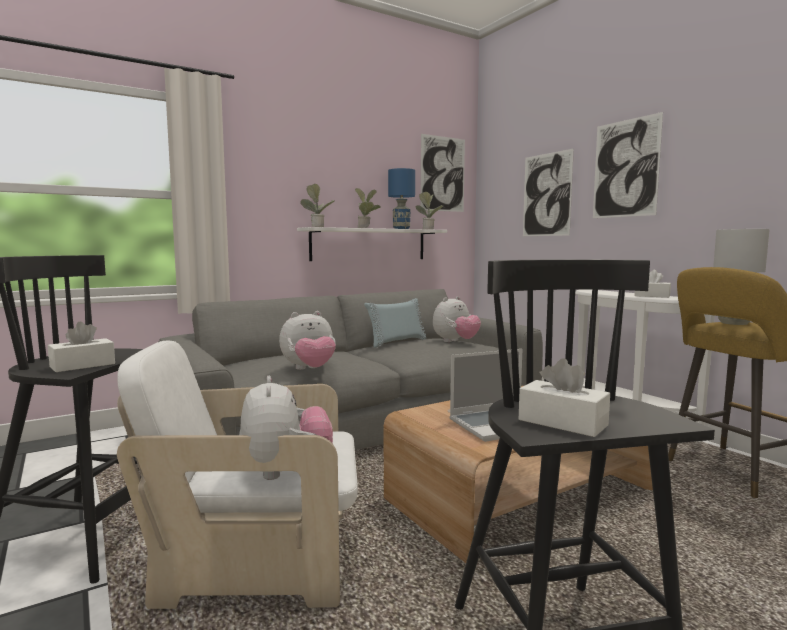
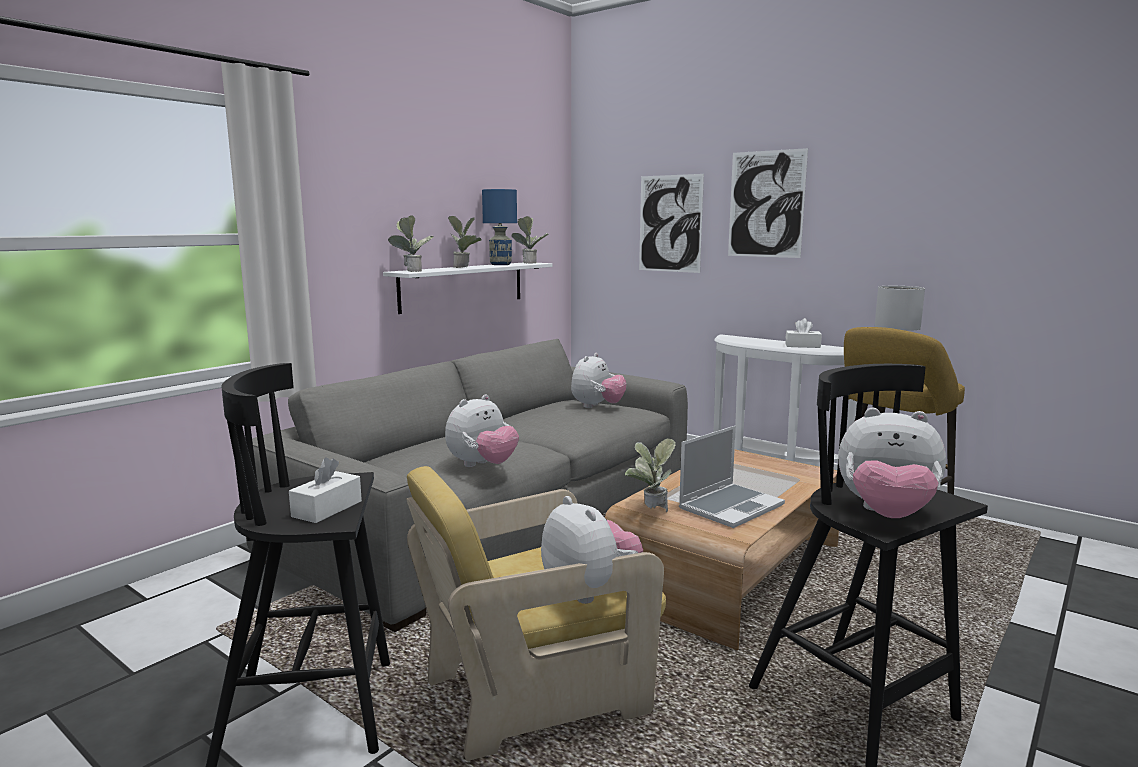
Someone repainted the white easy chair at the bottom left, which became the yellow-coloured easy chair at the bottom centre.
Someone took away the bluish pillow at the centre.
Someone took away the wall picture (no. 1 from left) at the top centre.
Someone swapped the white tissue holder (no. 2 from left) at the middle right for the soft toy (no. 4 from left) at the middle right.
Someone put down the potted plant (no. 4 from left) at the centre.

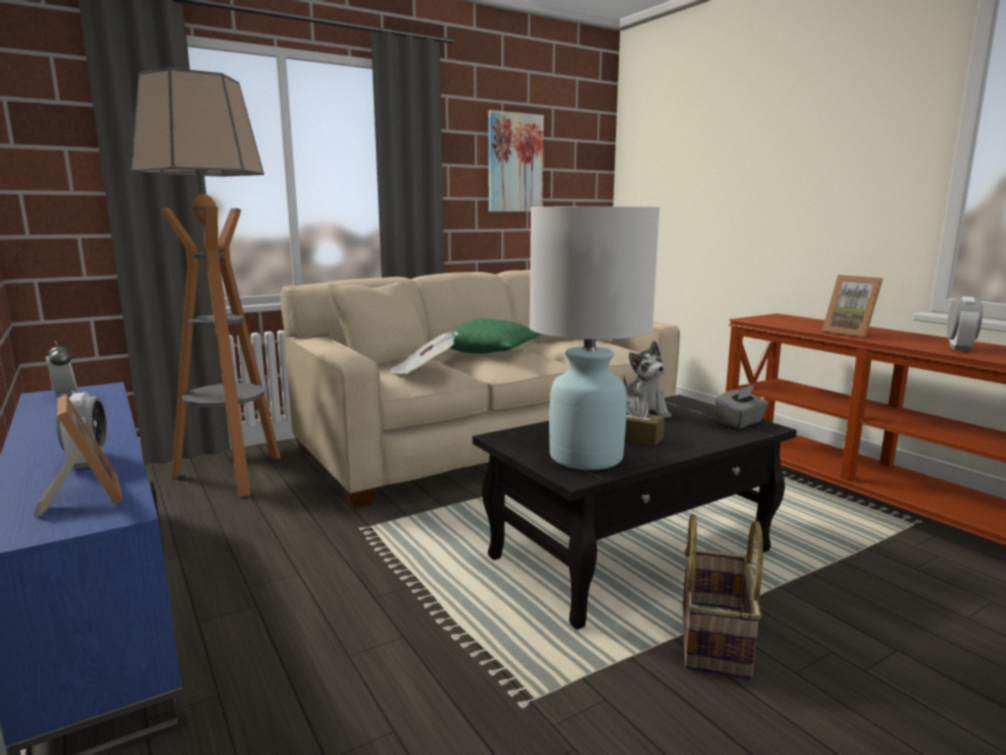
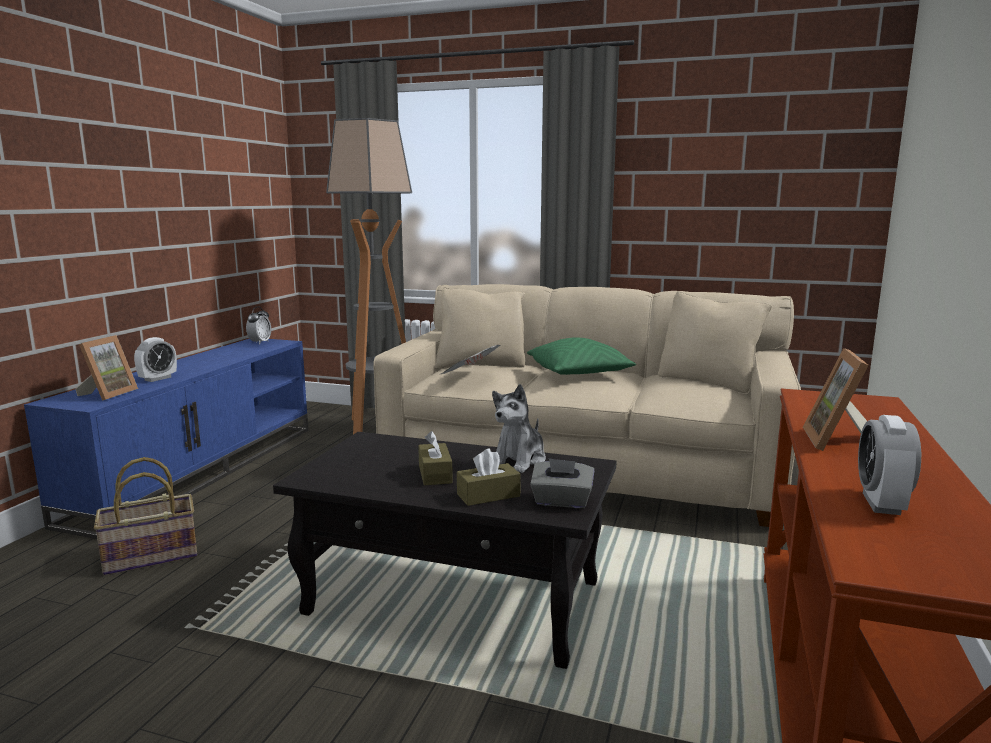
Someone took away the wall picture at the top centre.
Someone took away the white table lamp at the centre.
Someone carried the storage basket from the bottom right to the bottom left.
Someone rotated the alarm clock (no. 3 from left) at the middle right by 120 degrees clockwise.
Someone put down the brown-coloured tissue holder (no. 2 from left) at the centre.

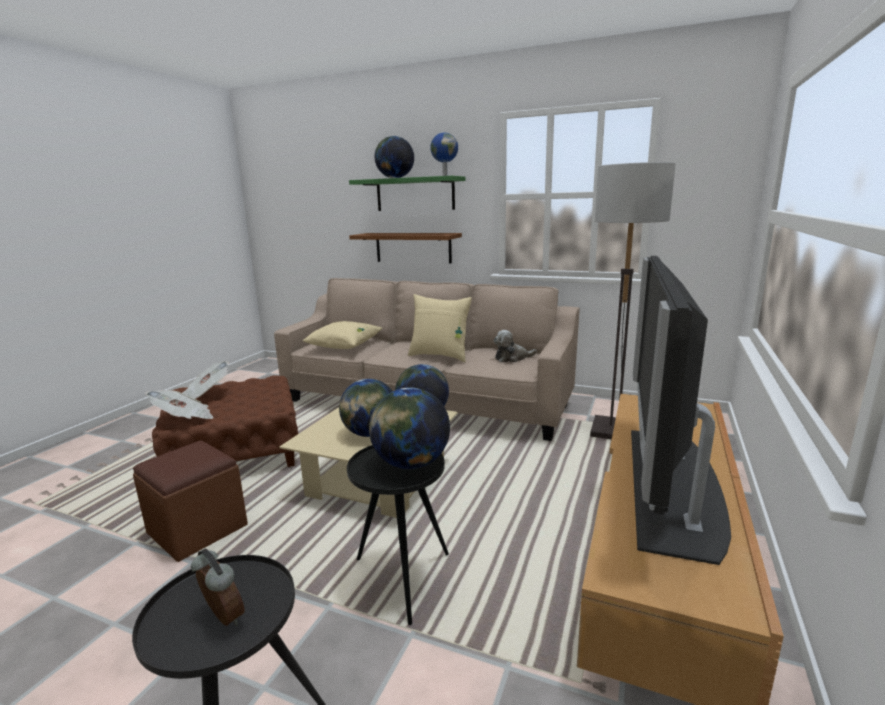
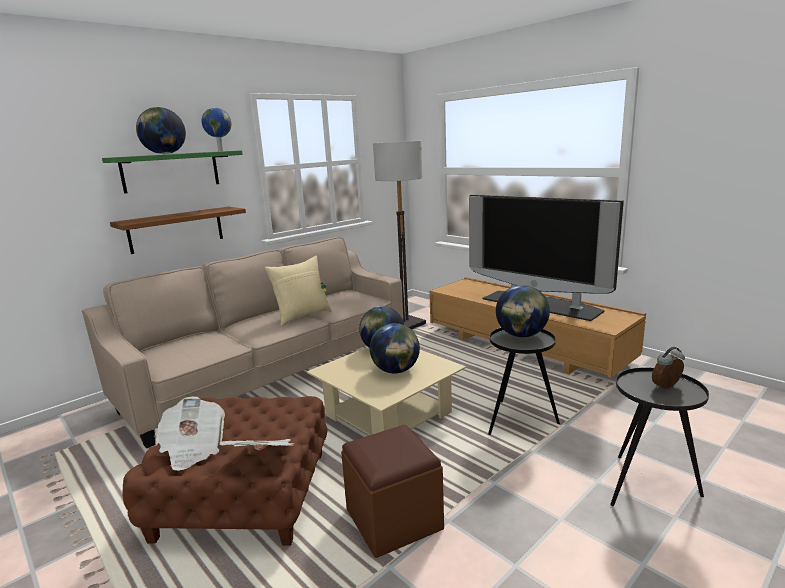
Someone took away the beige pillow (no. 1 from left) at the centre.
Someone took away the soft toy at the centre.

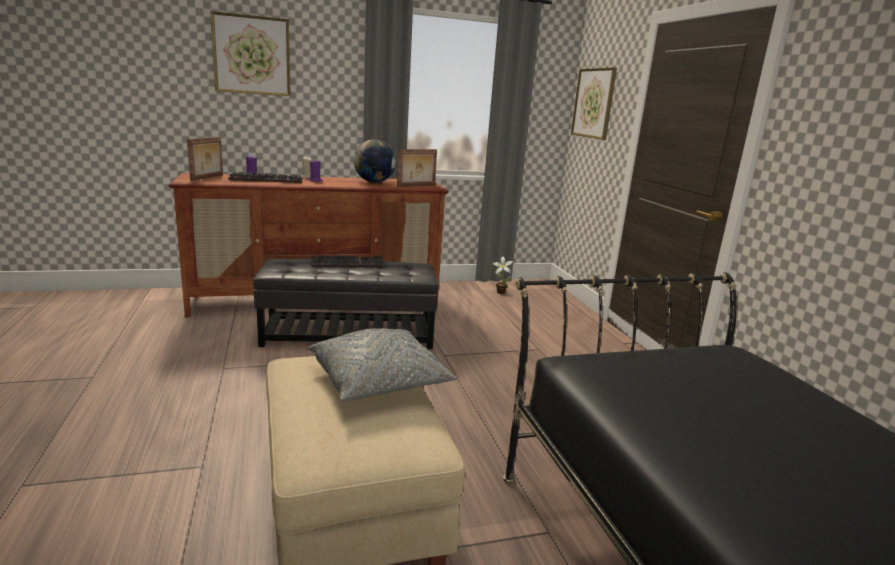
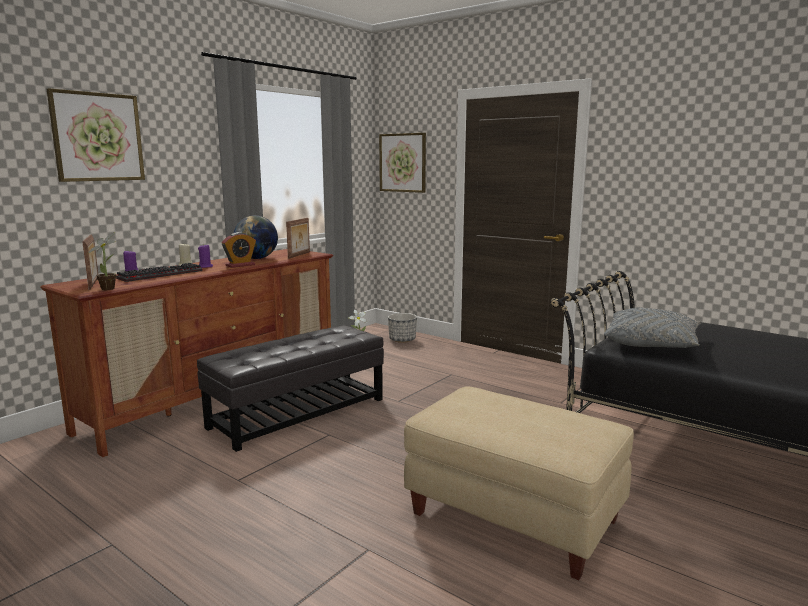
Someone carried the greyish pillow from the centre to the middle right.
Someone took away the computer keyboard (no. 2 from left) at the centre.
Someone put down the potted plant (no. 1 from left) at the middle left.
Someone put down the alarm clock at the middle left.
Someone put down the plant pot at the centre.

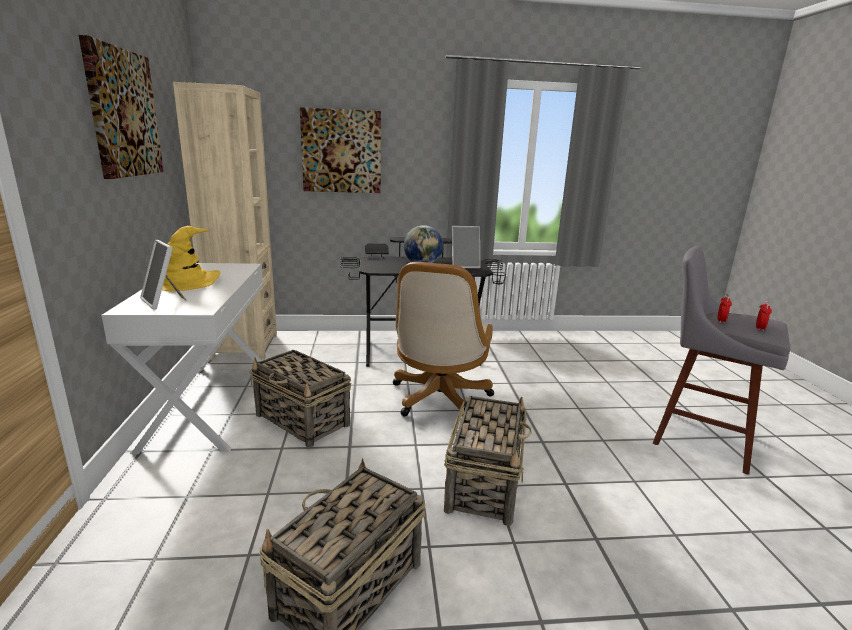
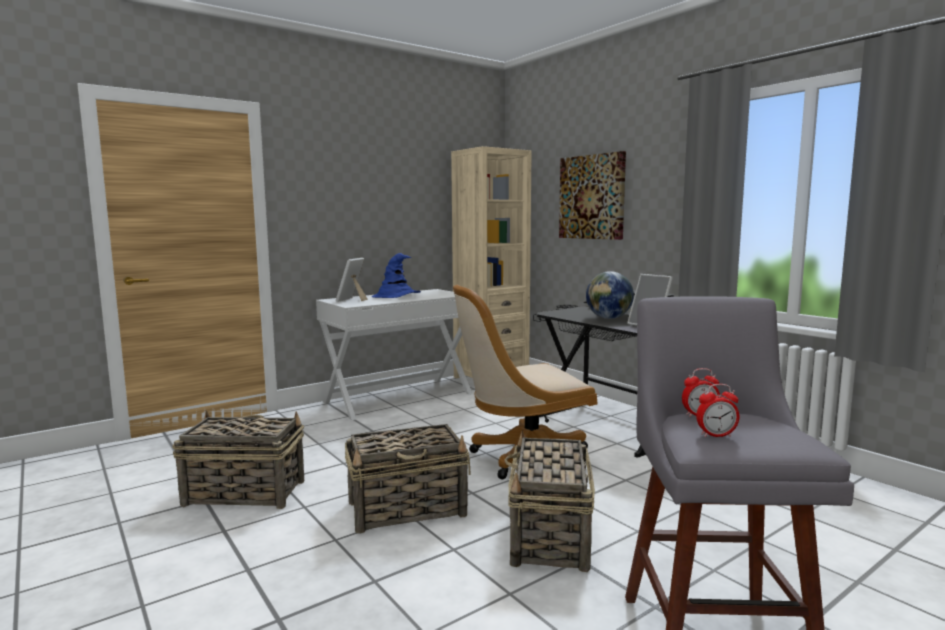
Someone took away the wall picture (no. 1 from left) at the top left.
Someone repainted the yellow-coloured clothing hat at the middle left, which became the bluish clothing hat at the centre.
Someone carried the storage basket (no. 1 from left in the first image) from the centre to the bottom centre.

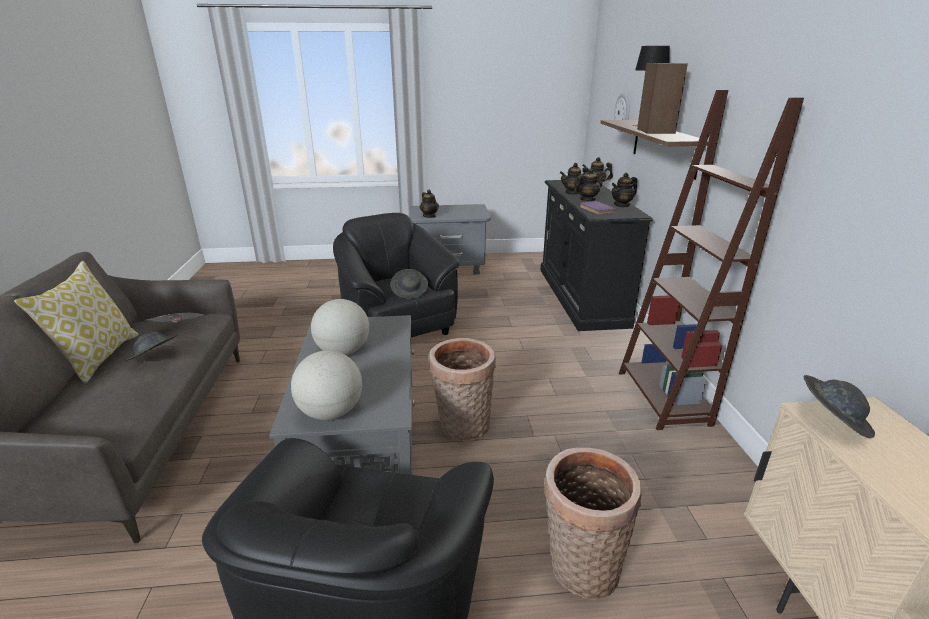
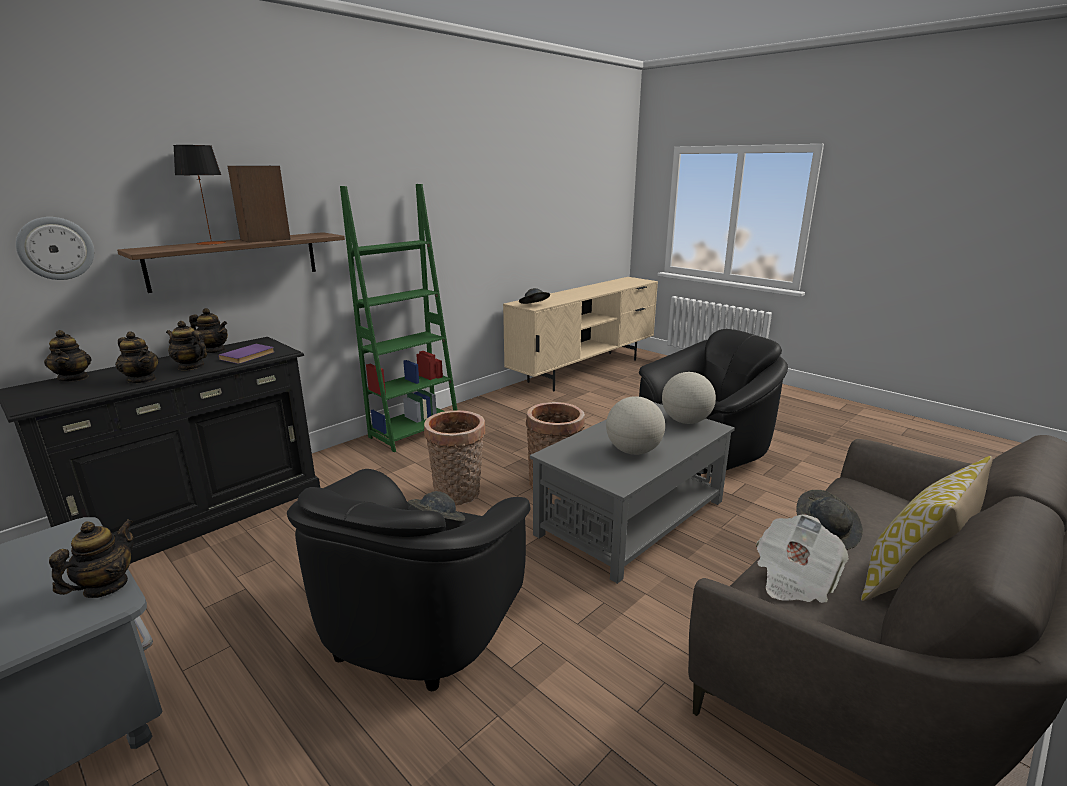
Someone carried the storage basket (no. 2 from left in the first image) from the bottom centre to the centre.
Someone repainted the brown-coloured bookcase at the middle right, which became the green-coloured bookcase at the centre.

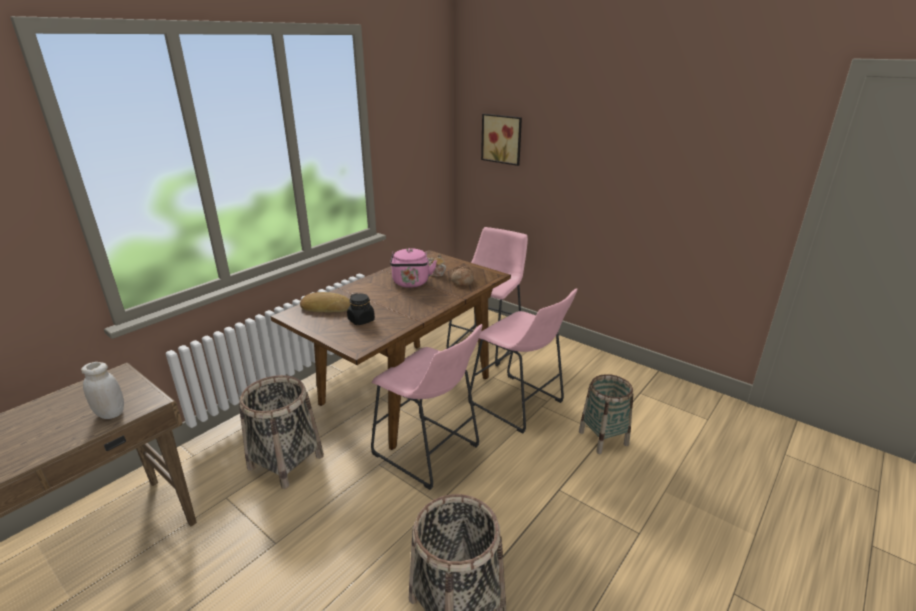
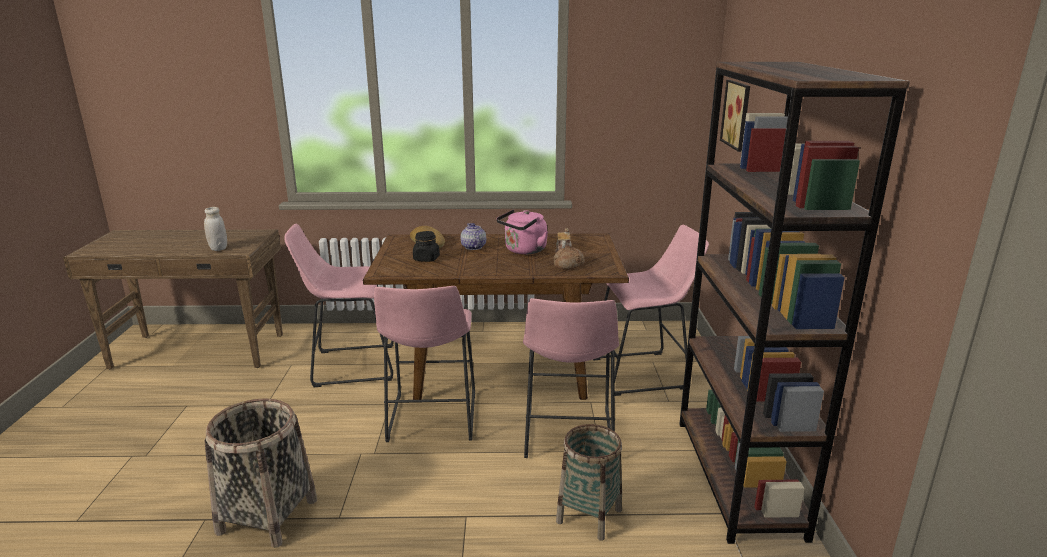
Someone swapped the storage basket (no. 1 from left) at the bottom left for the pink stool (no. 1 from left) at the middle left.
Someone put down the tea pot (no. 1 from left) at the centre.
Someone put down the brown-coloured bookcase at the middle right.

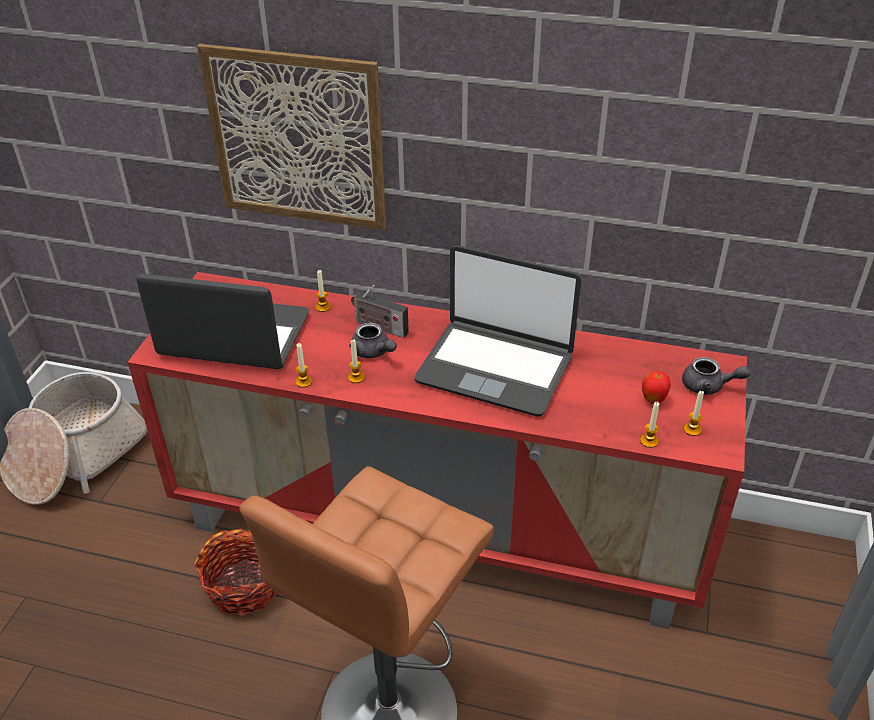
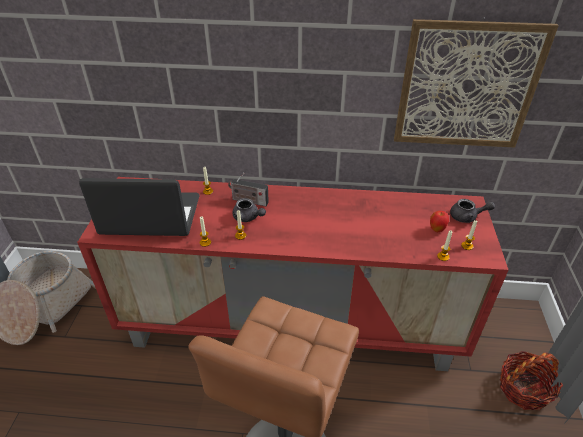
Someone carried the storage basket (no. 2 from left) from the bottom left to the bottom right.
Someone carried the wall picture from the top left to the top right.
Someone took away the notebook computer (no. 2 from left) at the centre.

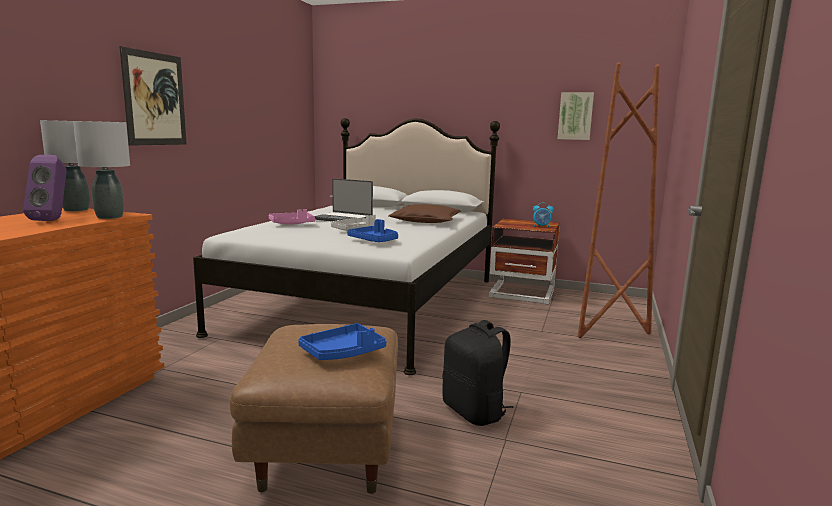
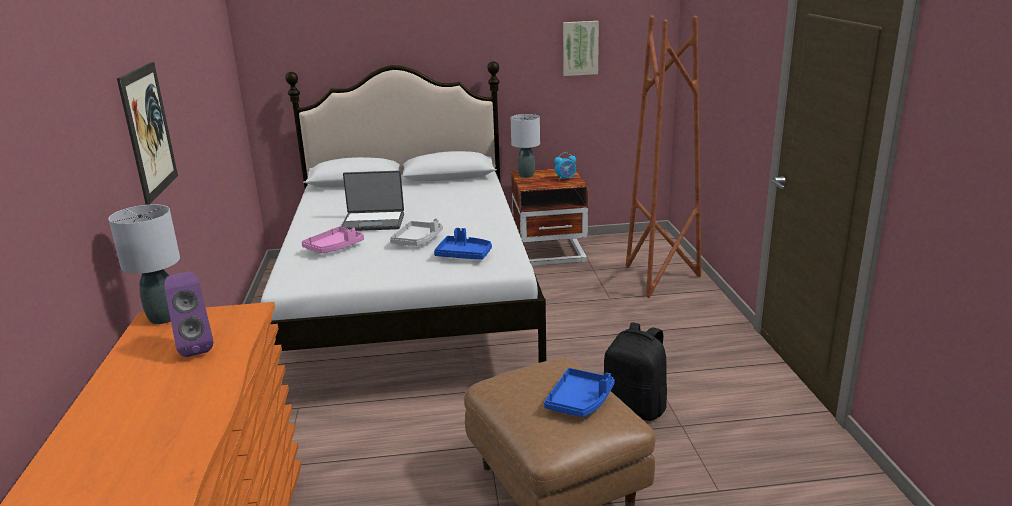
Someone carried the greyish table lamp (no. 2 from left) from the middle left to the top centre.
Someone took away the brown-coloured pillow at the centre.

